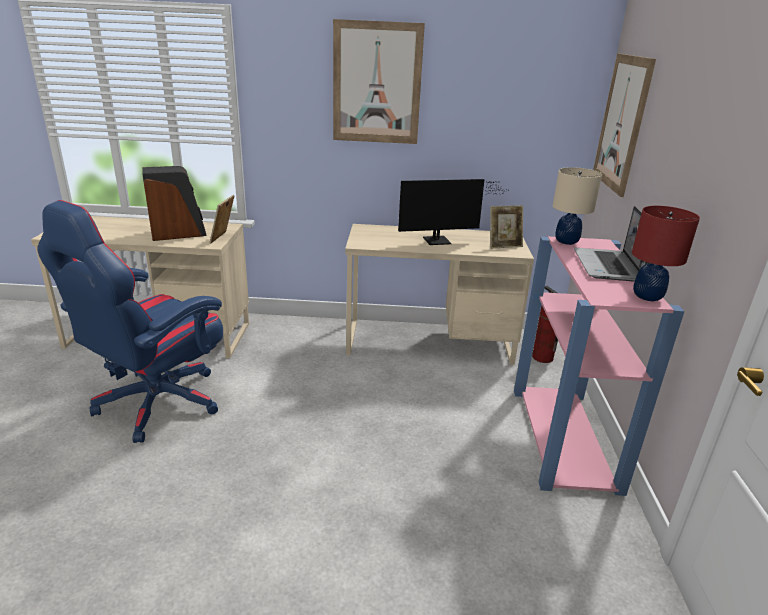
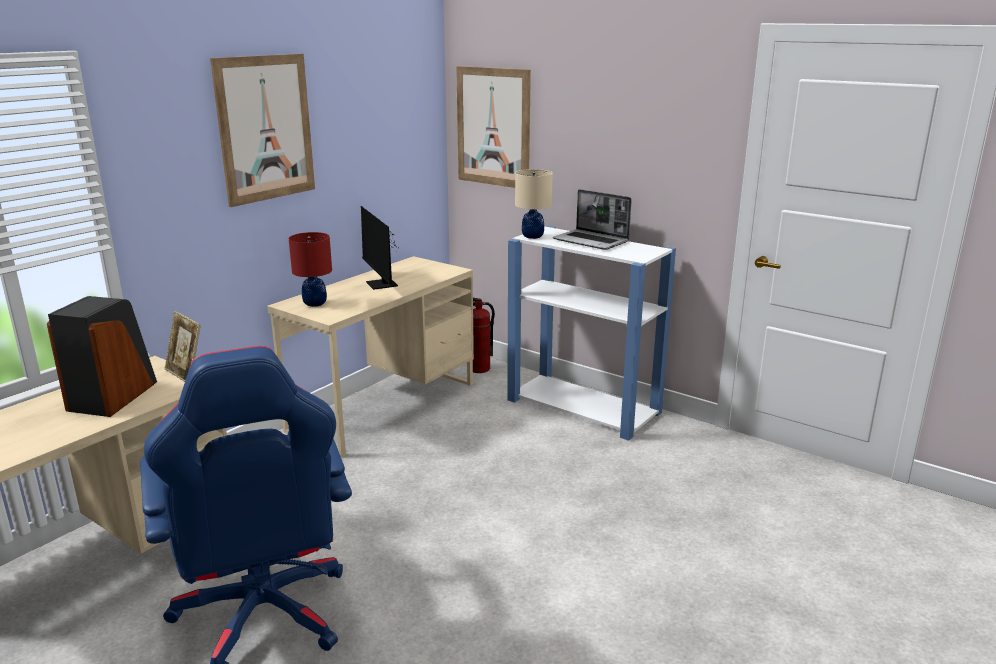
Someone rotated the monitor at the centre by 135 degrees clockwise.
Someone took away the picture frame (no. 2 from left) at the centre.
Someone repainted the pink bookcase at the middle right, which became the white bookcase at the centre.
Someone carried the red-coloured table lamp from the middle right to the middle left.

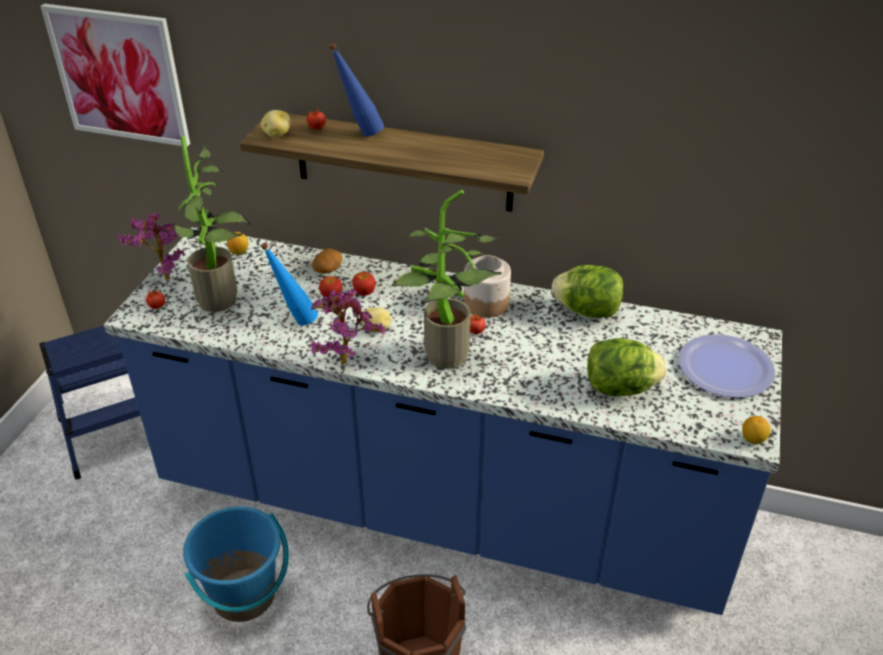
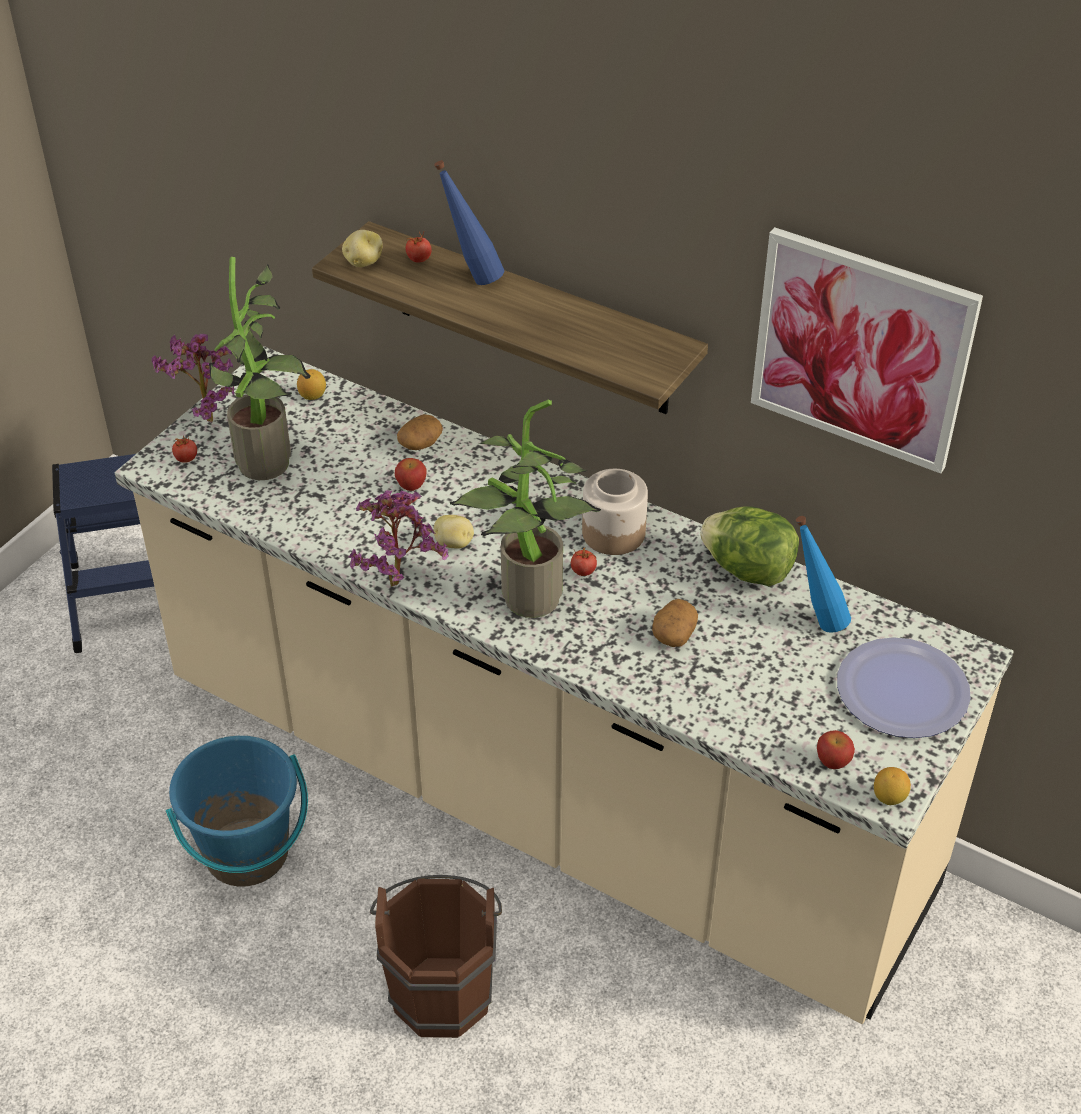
Someone carried the wall picture from the top left to the top right.
Someone repainted the bluish kitchen counter at the centre, which became the beige kitchen counter at the centre.
Someone carried the bluish beverage bottle (no. 1 from left in the first image) from the middle left to the middle right.
Someone carried the apple fruit (no. 2 from left) from the centre to the bottom right.
Someone took away the lettuce (no. 2 from left) at the middle right.
Someone put down the potato (no. 4 from left) at the centre.

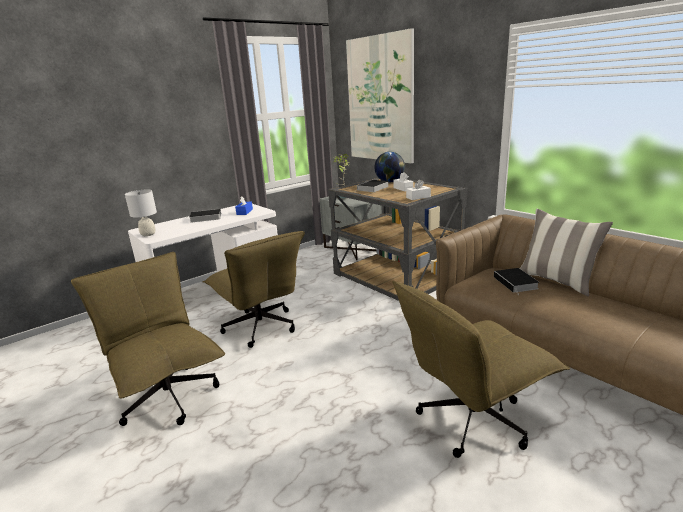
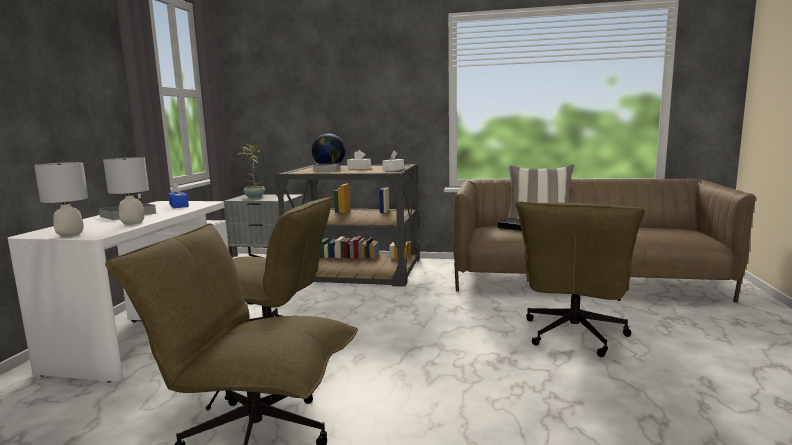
Someone took away the wall picture at the top centre.
Someone put down the greyish table lamp (no. 2 from left) at the middle left.

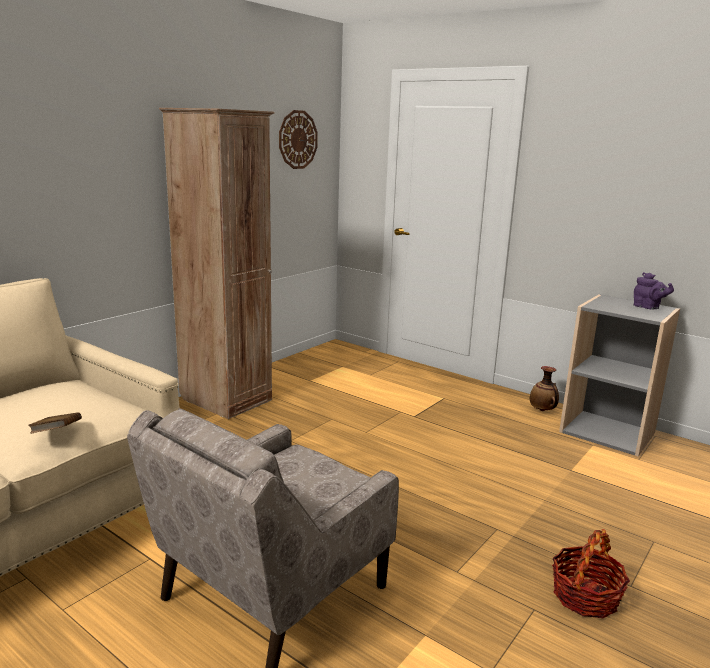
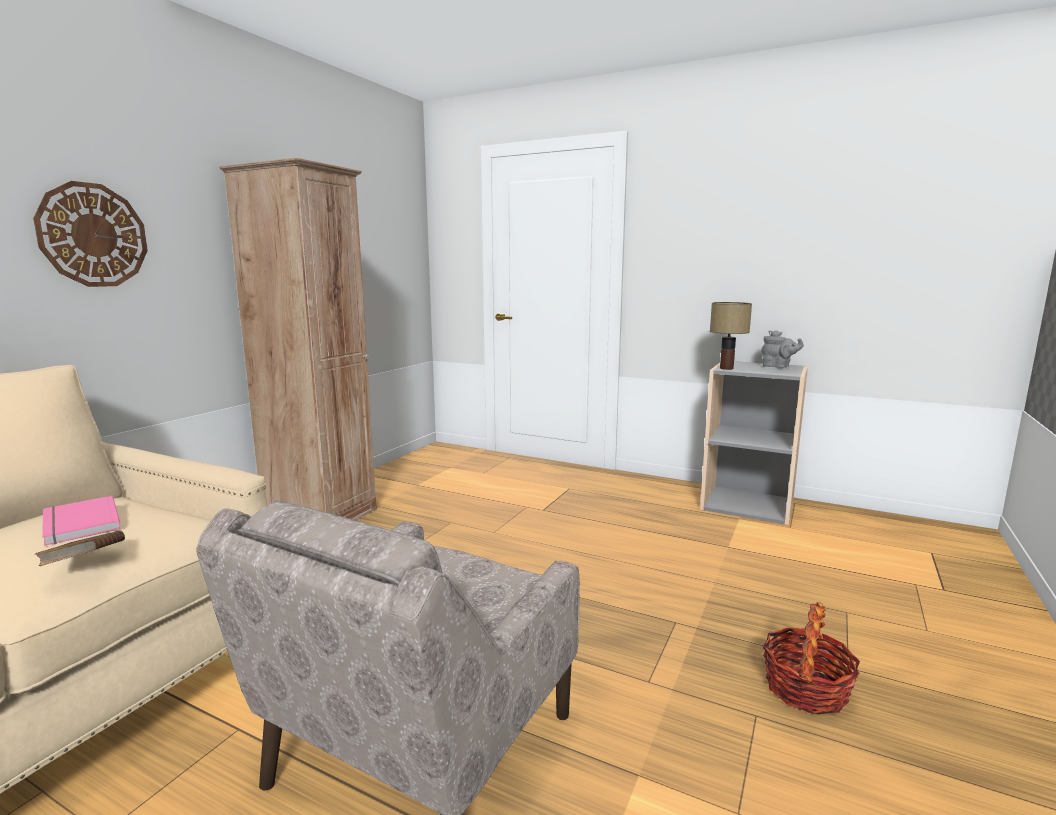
Someone carried the wall clock from the top centre to the top left.
Someone took away the flower vase at the middle right.
Someone repainted the purple tea pot at the middle right, which became the greyish tea pot at the middle right.
Someone put down the pink book at the middle left.
Someone put down the table lamp at the middle right.

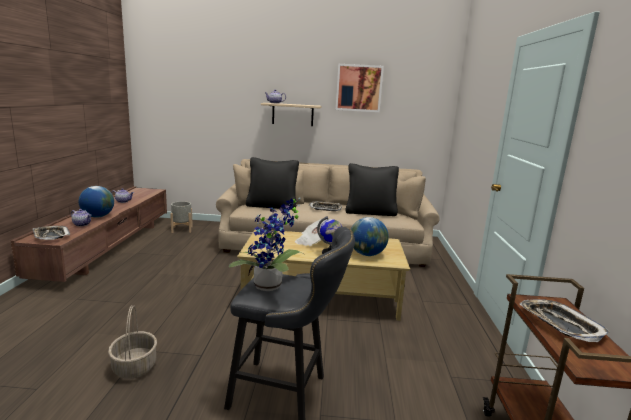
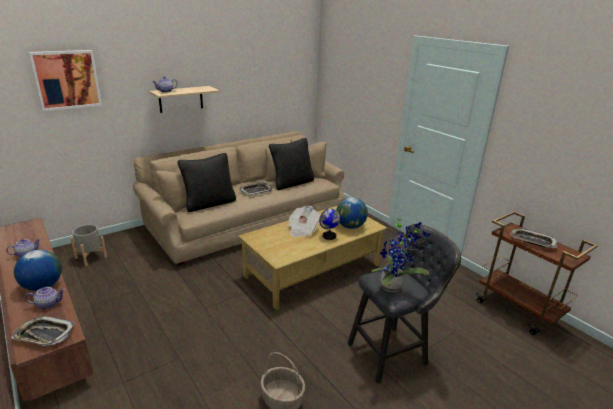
Someone carried the wall picture from the top centre to the top left.

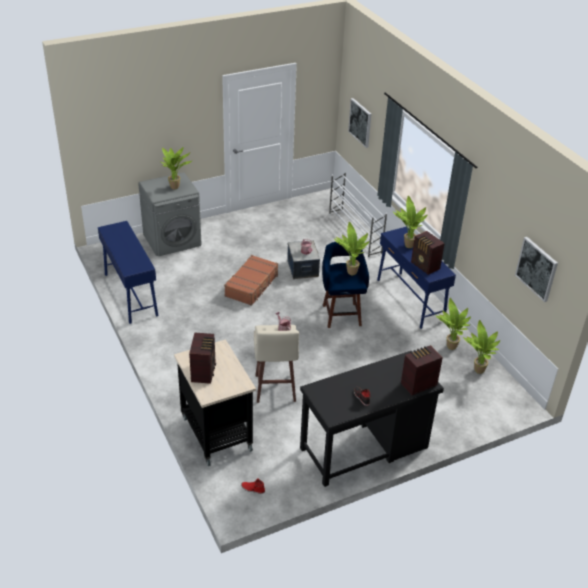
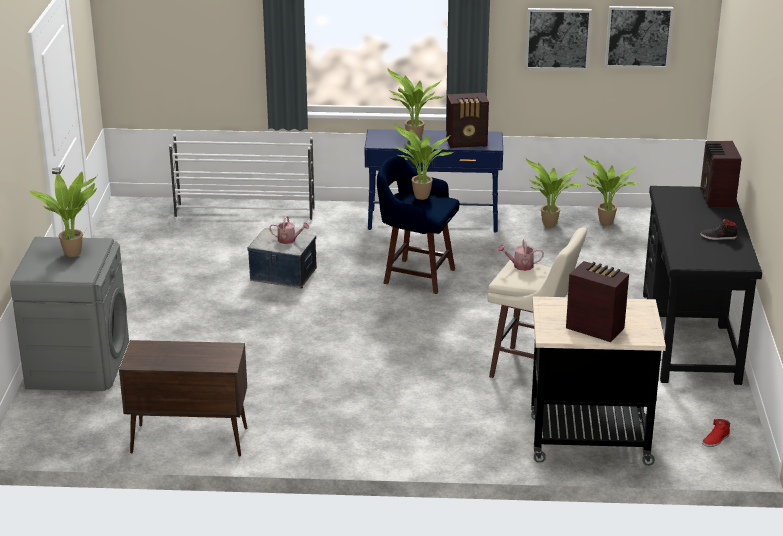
Someone swapped the bluish hall table (no. 1 from left) at the middle left for the brown-coloured cabinet at the bottom left.
Someone took away the brown-coloured suitcase at the centre.
Someone carried the wall picture (no. 1 from left) from the top centre to the top right.

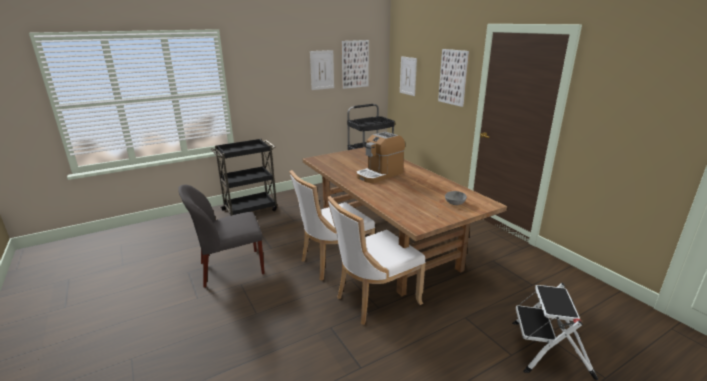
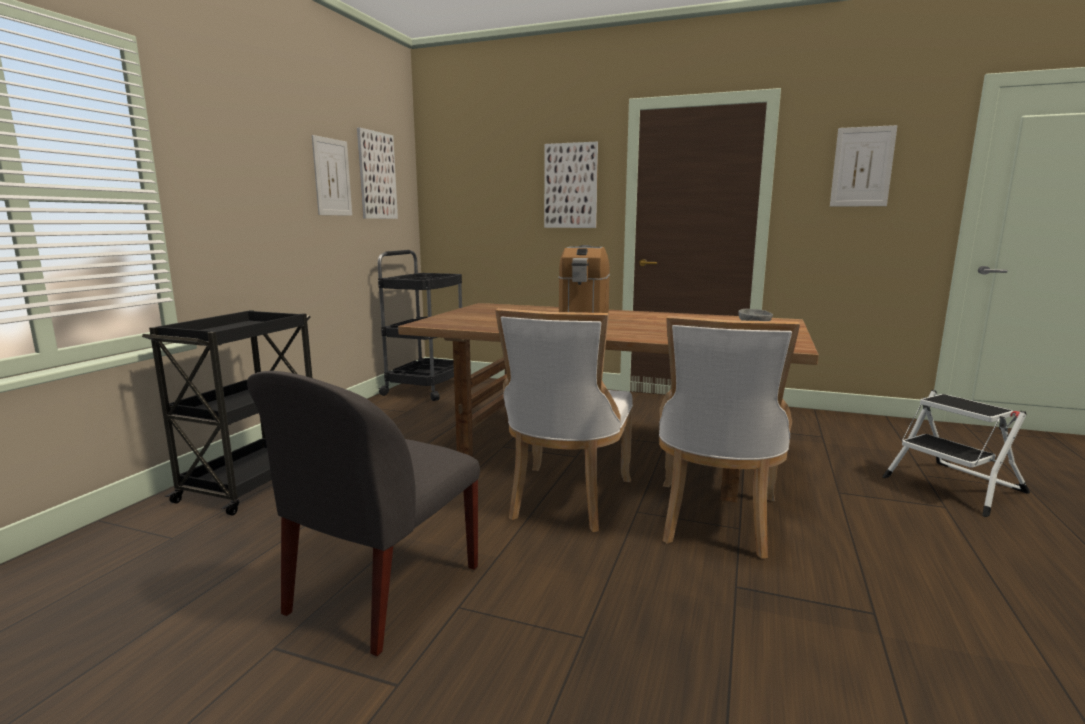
Someone carried the wall picture (no. 3 from left in the first image) from the top centre to the top right.

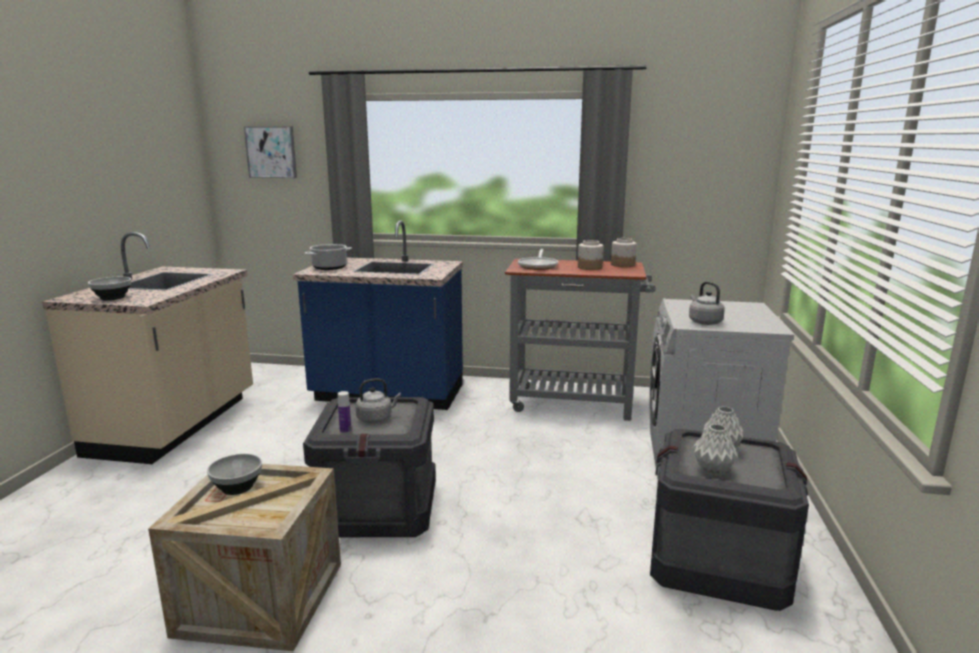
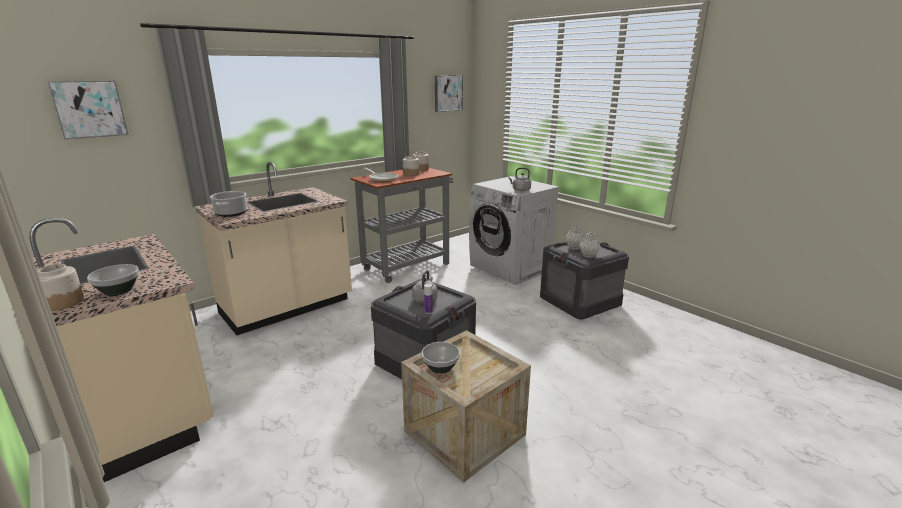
Someone repainted the bluish kitchen counter at the centre, which became the beige kitchen counter (no. 2 from left) at the middle left.
Someone put down the storage jar (no. 1 from left) at the middle left.
Someone put up the wall picture (no. 2 from left) at the top centre.

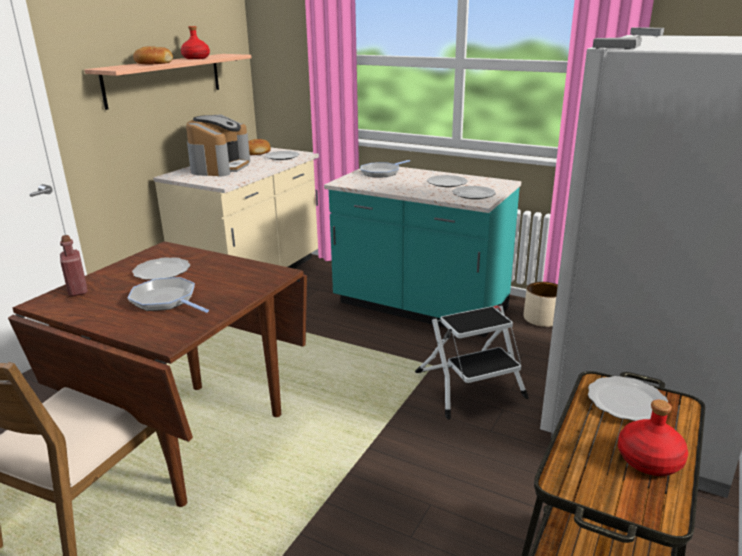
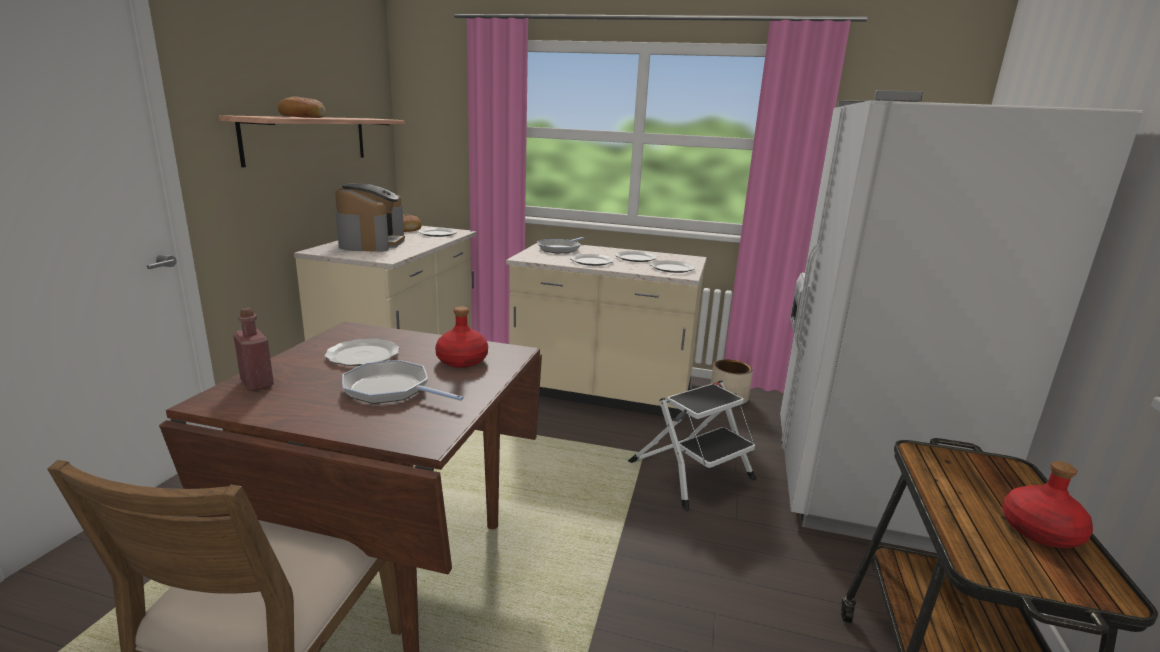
Someone carried the red-coloured beverage bottle (no. 2 from left) from the top left to the centre.
Someone repainted the blue-green kitchen counter at the centre, which became the beige kitchen counter (no. 2 from left) at the centre.
Someone carried the flat dish (no. 5 from left in the first image) from the bottom right to the centre.

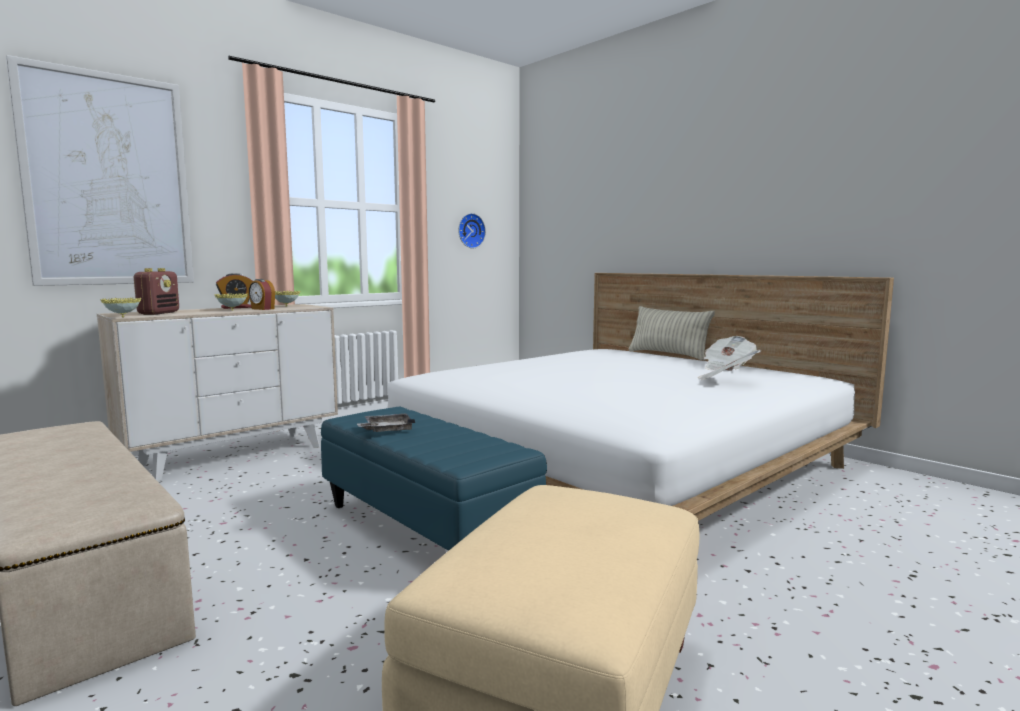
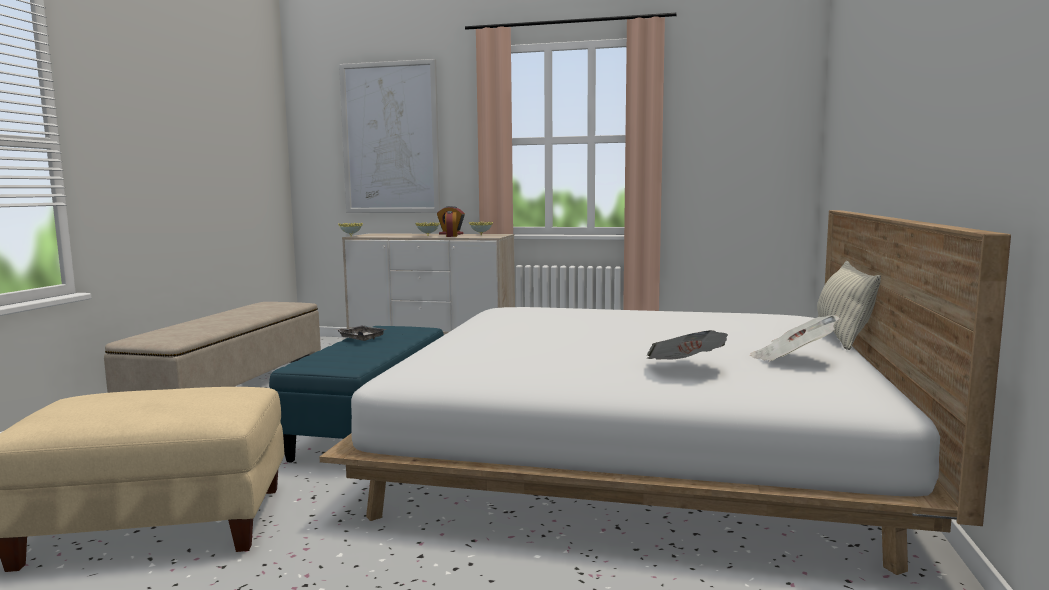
Someone took away the radio at the middle left.
Someone took away the wall clock at the top centre.

